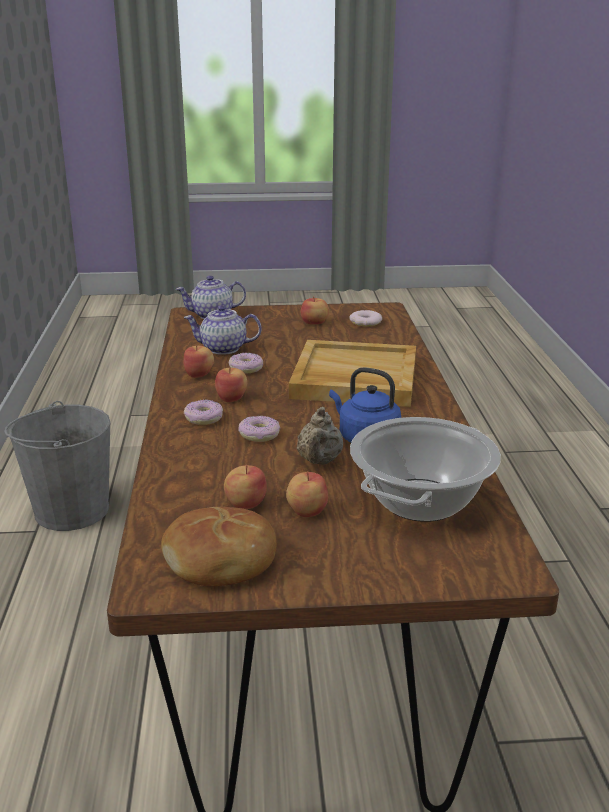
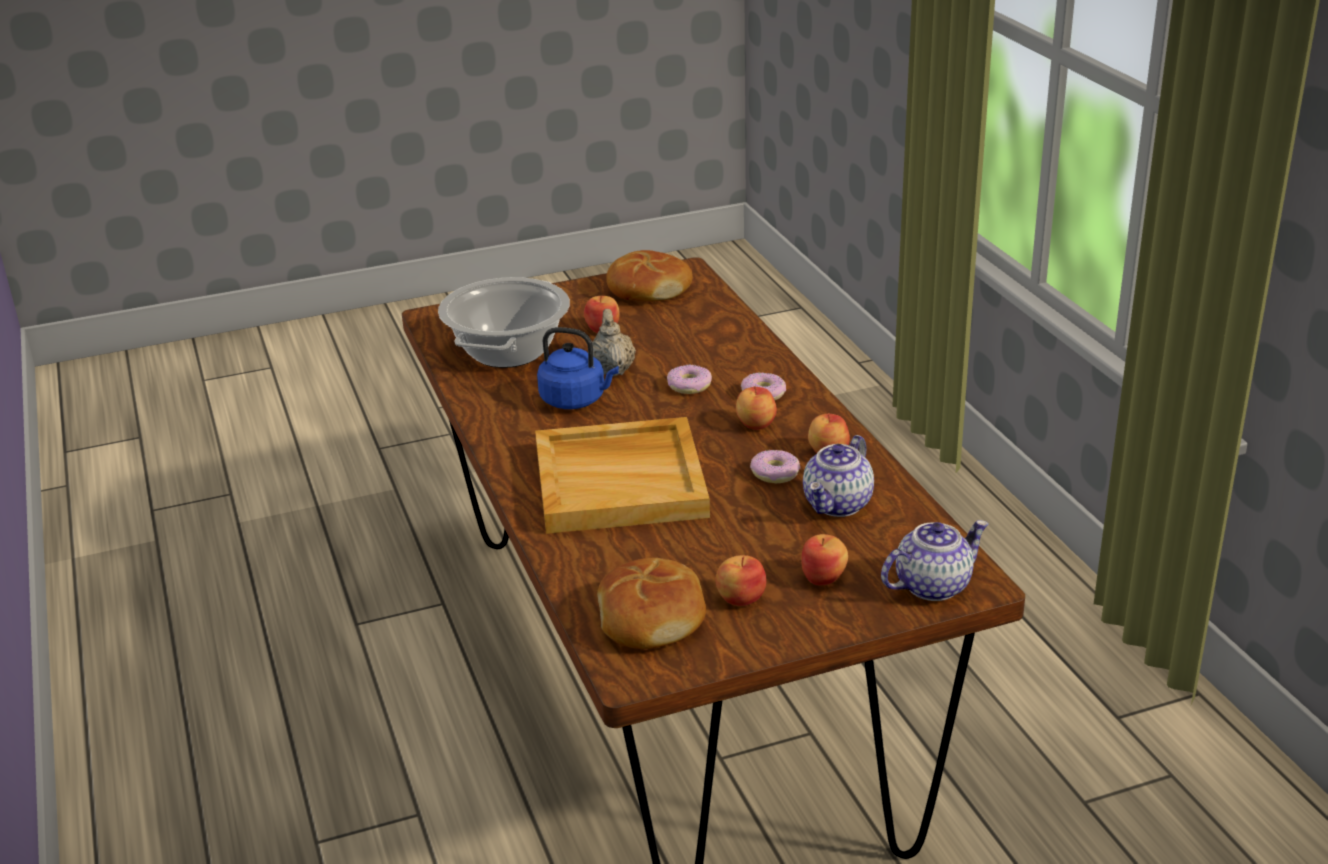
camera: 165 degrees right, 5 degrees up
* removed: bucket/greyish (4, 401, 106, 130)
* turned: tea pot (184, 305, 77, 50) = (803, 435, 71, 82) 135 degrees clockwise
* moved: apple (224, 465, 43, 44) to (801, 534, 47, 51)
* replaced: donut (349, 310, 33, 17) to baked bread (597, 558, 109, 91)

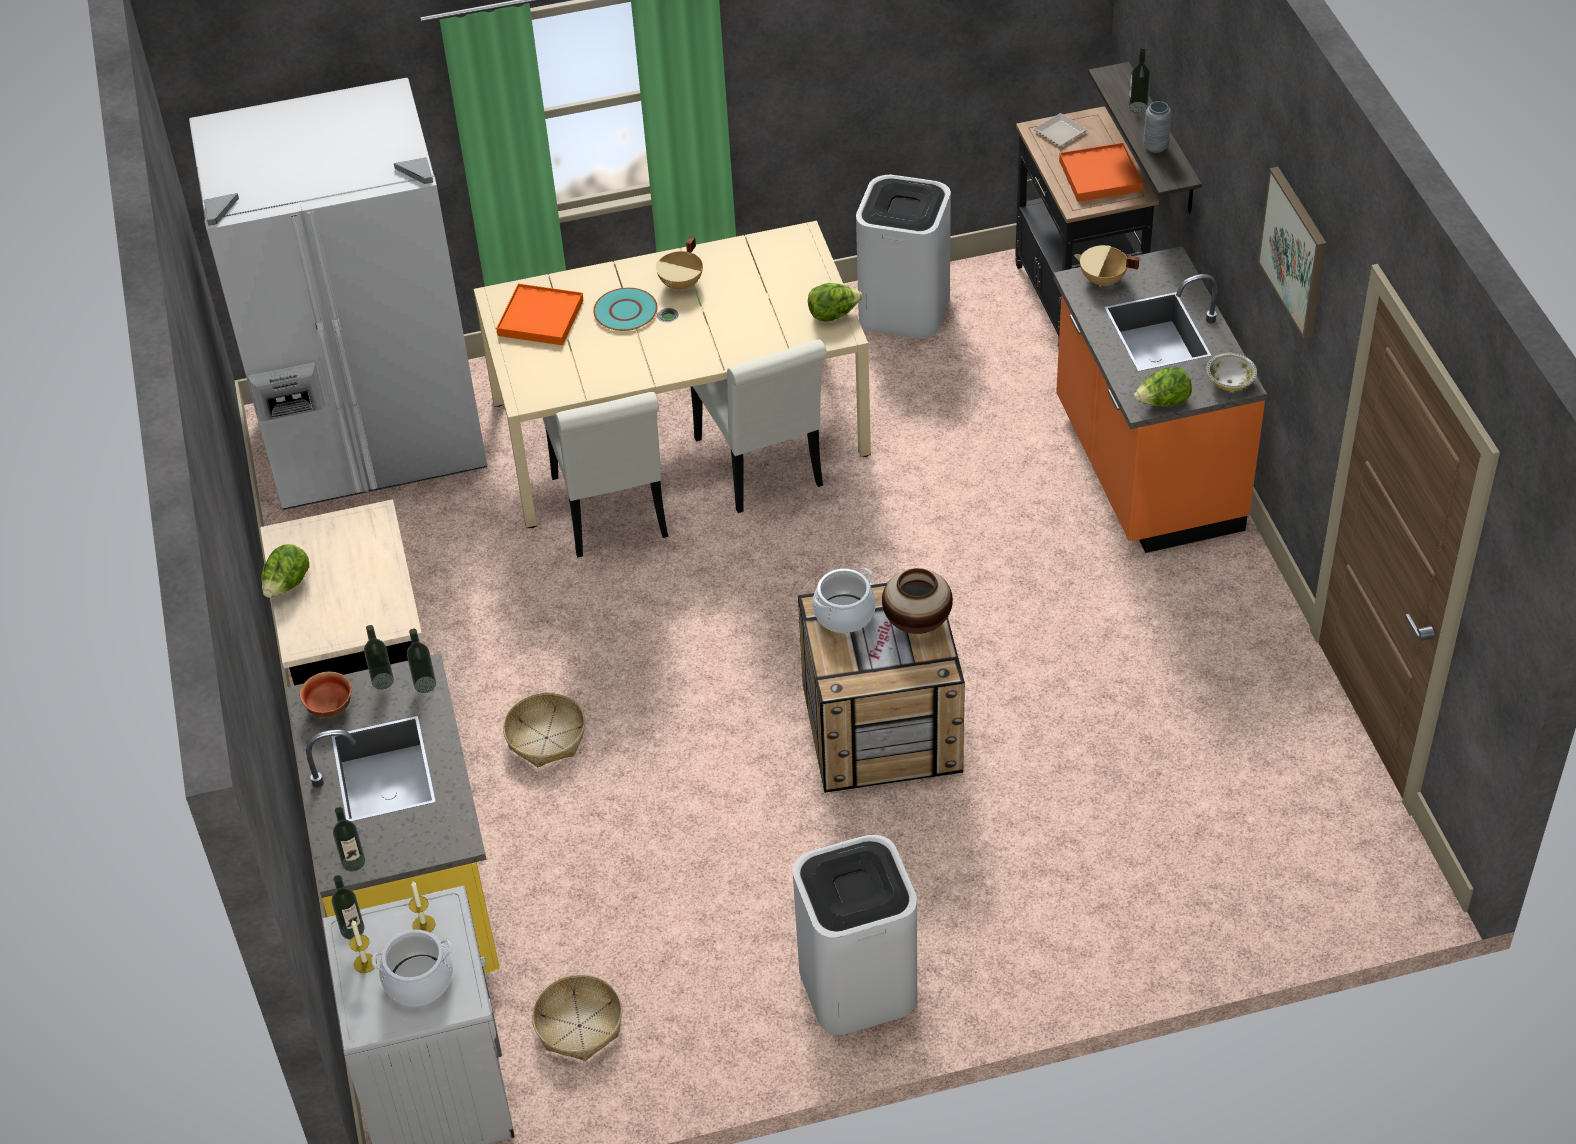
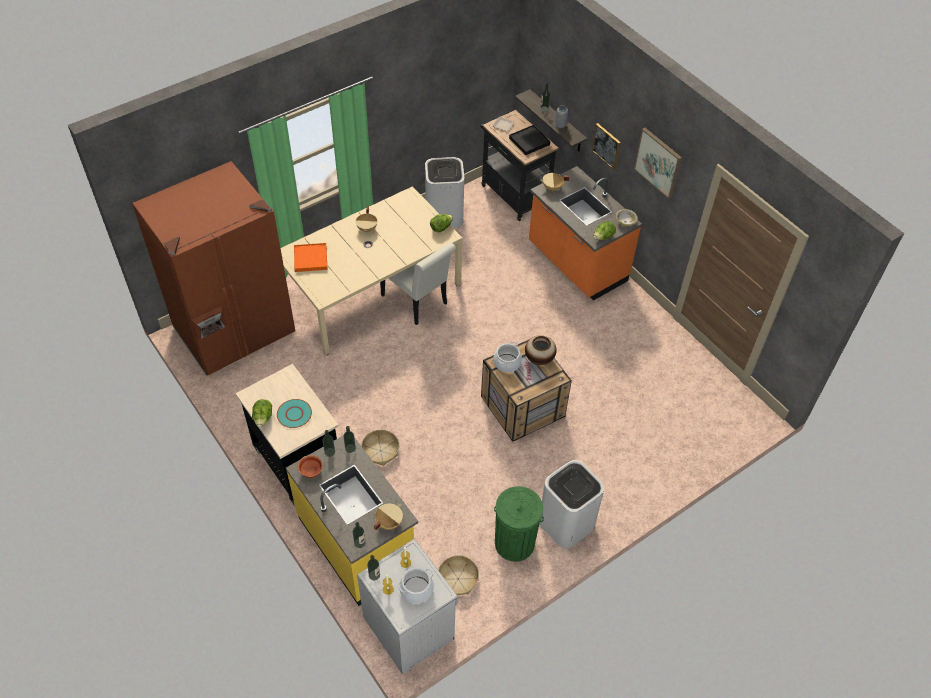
camera: 25 degrees left, 5 degrees up
* recoloured: refrigerator/white-coloured (189, 78, 298, 432) to refrigerator/brown-coloured (132, 161, 163, 215)
* removed: chair/white-coloured (543, 391, 125, 167)
* moved: flat dish/blue-green (593, 288, 65, 43) to (277, 399, 35, 29)
* recoloured: carrying tray/orange (1059, 142, 84, 60) to carrying tray/blackish (509, 125, 41, 30)
* added: cooking pot/beige (374, 504, 29, 26)
* added: waste bin/green-coloured (494, 486, 50, 76)
* added: wall art (592, 123, 29, 47)

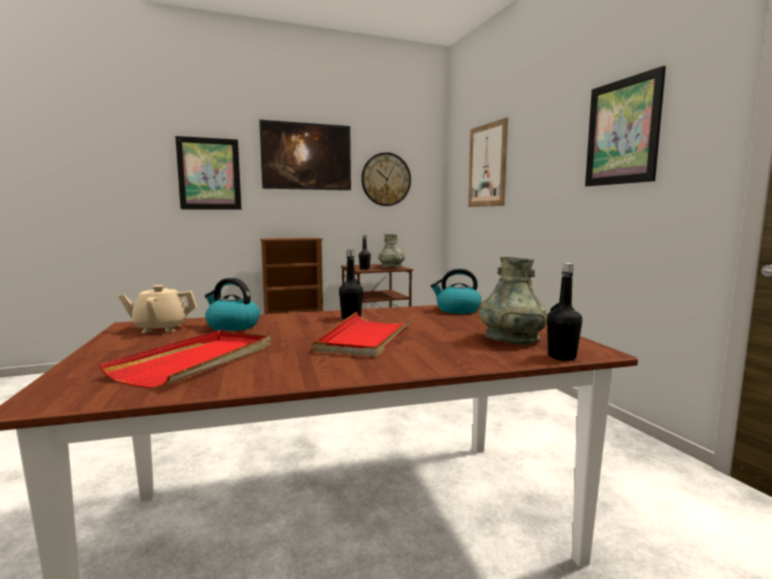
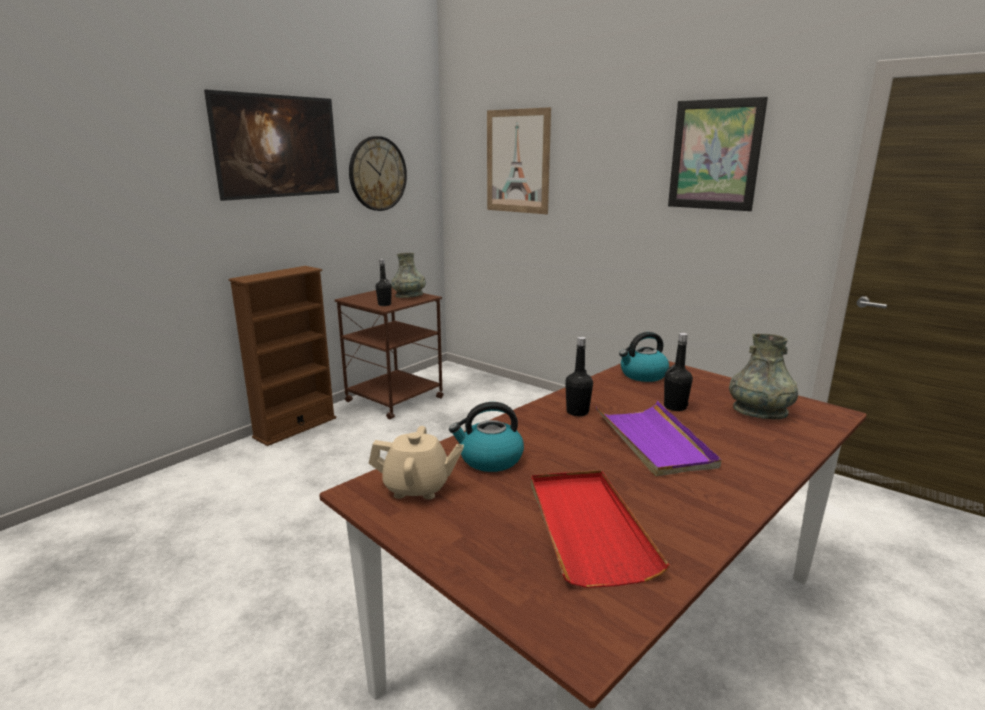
camera: 30 degrees left, 10 degrees up
* turned: tea pot/beige (118, 285, 79, 48) = (369, 426, 95, 74) 135 degrees counterclockwise
* removed: wall art (175, 136, 66, 74)
* recoloured: carrying tray/red (313, 312, 101, 45) to carrying tray/purple (596, 401, 125, 75)
* moved: beverage bottle/blackish (547, 263, 35, 98) to (664, 333, 29, 78)

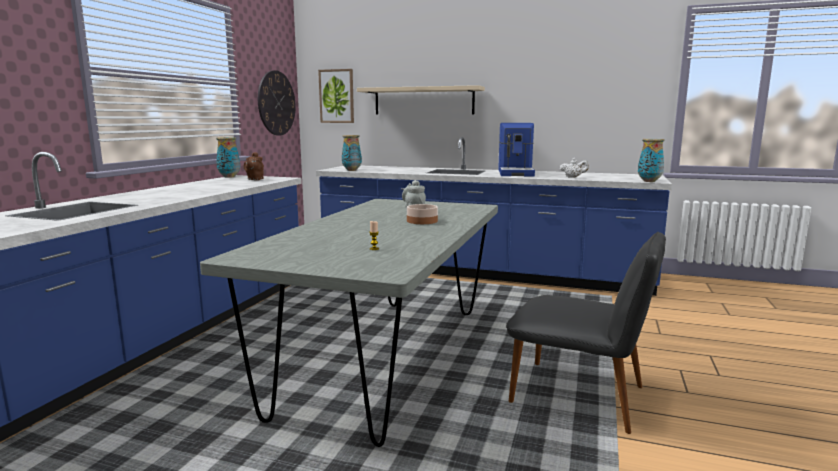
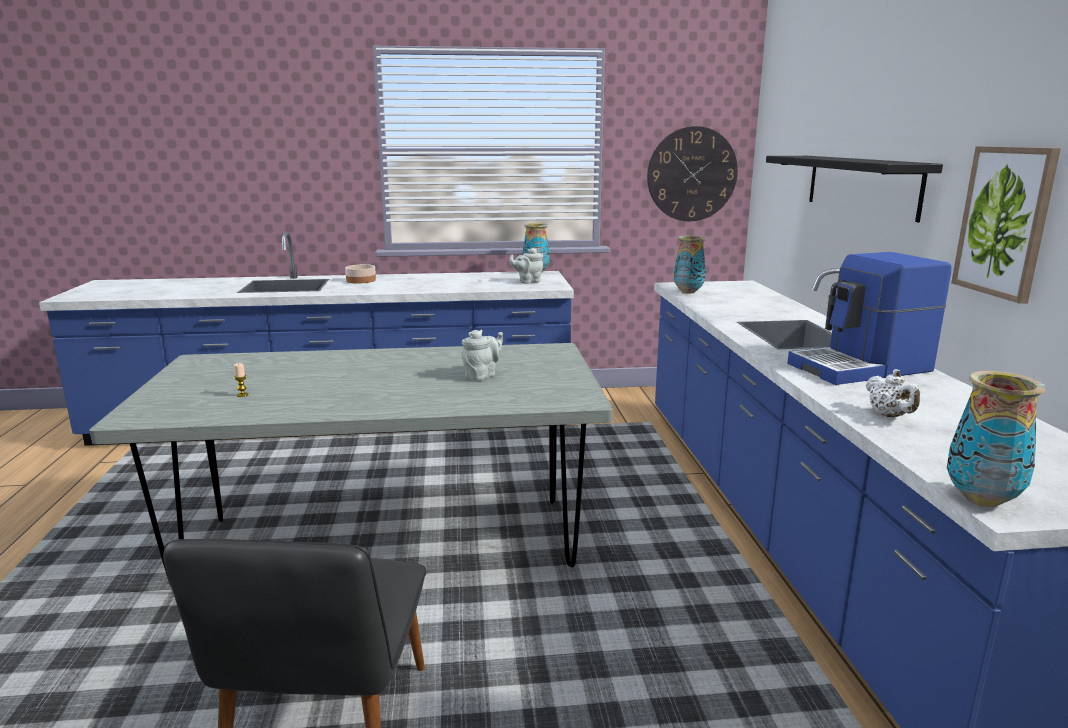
camera: 65 degrees right, 5 degrees up
* recoloured: tea pot/brown-coloured (244, 152, 20, 28) to tea pot/greyish (509, 248, 34, 36)
* moved: wall art (318, 69, 36, 54) to (951, 146, 110, 158)
* recoloured: bracket shelf/beige (357, 85, 128, 30) to bracket shelf/blackish (766, 156, 177, 66)
* moved: bowl (407, 204, 31, 20) to (345, 264, 31, 20)

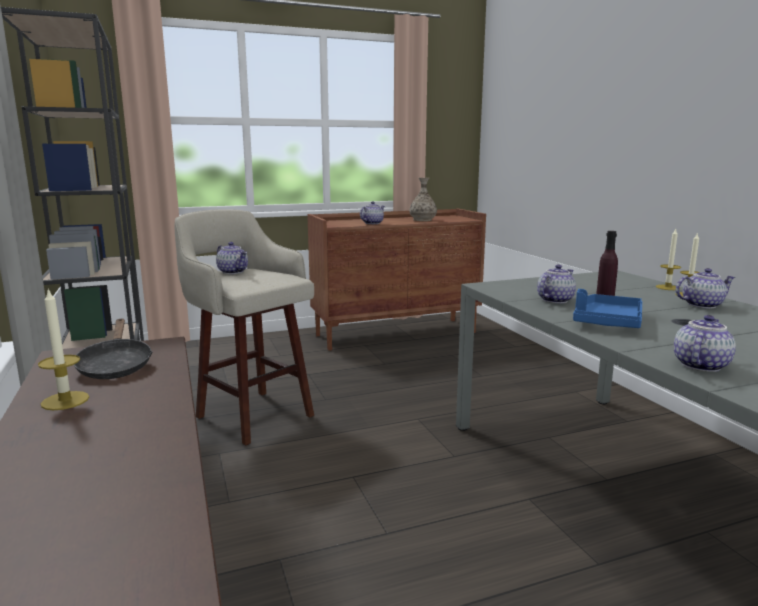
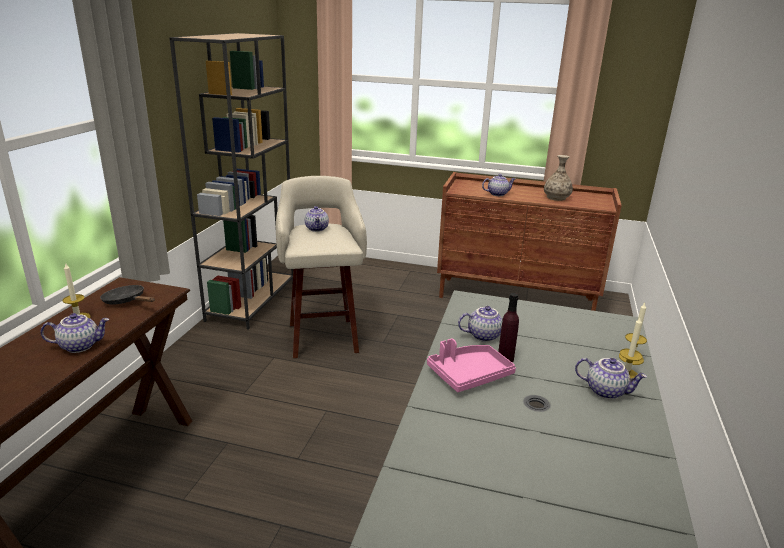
camera: 35 degrees right, 10 degrees up
* turned: frying pan/blackish (74, 319, 79, 60) = (100, 285, 54, 20) 105 degrees clockwise
* recoloured: carrying tray/bluish (573, 289, 69, 39) to carrying tray/pinkish (427, 338, 89, 54)
* moved: tea pot (674, 315, 62, 57) to (41, 313, 69, 40)

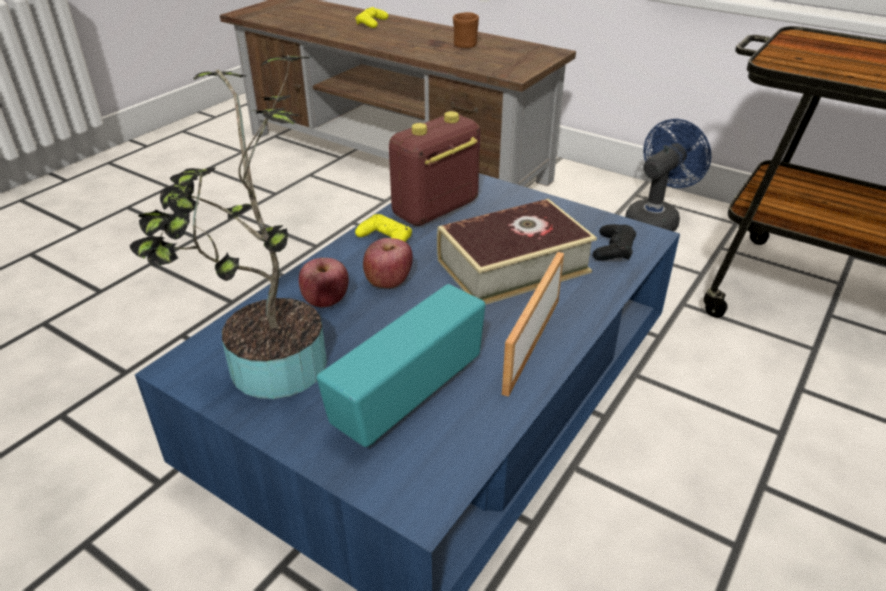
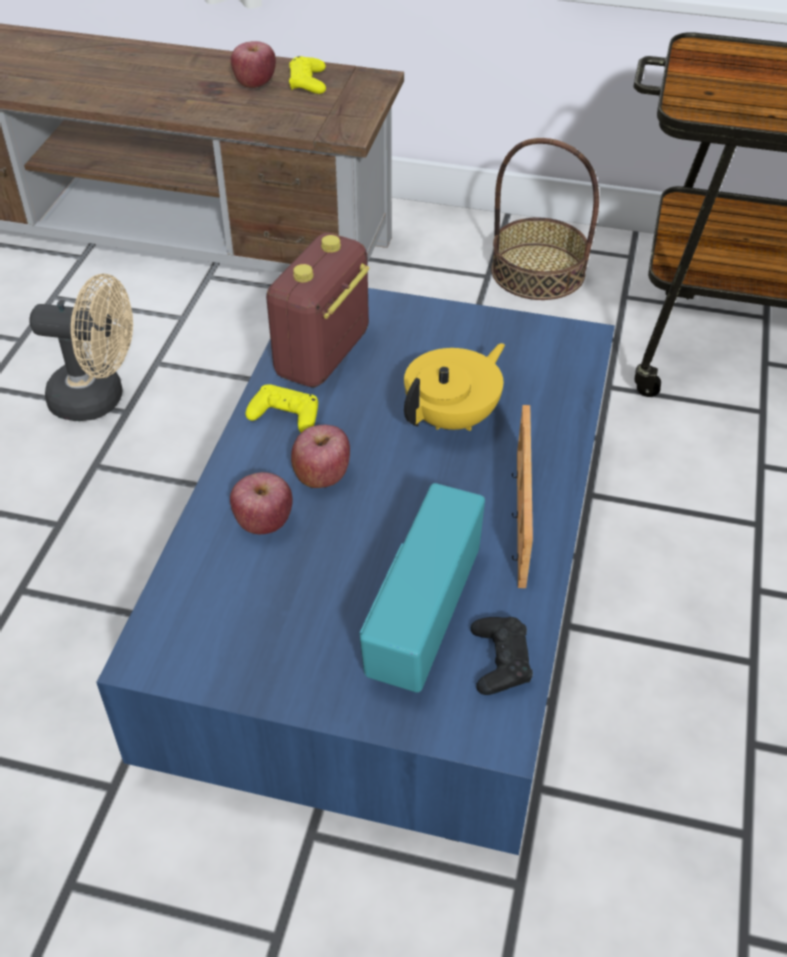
camera: 20 degrees left, 10 degrees up
* removed: potted plant (130, 55, 197, 344)
* moved: gamepad/yellow-coloured (356, 7, 32, 21) to (289, 56, 37, 38)
* replaced: volume (437, 199, 160, 106) to tea pot/yellow-coloured (404, 343, 101, 88)
* replaced: mug/brown-coloured (453, 12, 26, 36) to apple (231, 41, 45, 47)
* moved: gamepad/blackish (593, 224, 43, 37) to (471, 617, 62, 78)
* replaced: cooling fan/bluish (625, 119, 86, 113) to storage basket (491, 138, 108, 162)
* added: cooling fan/beige (30, 274, 103, 147)

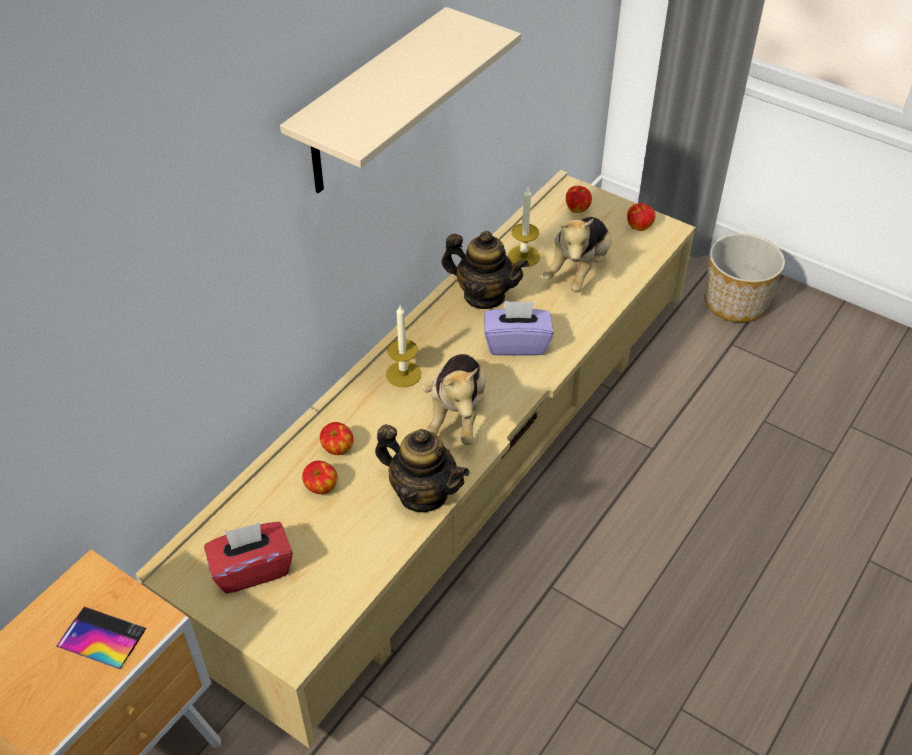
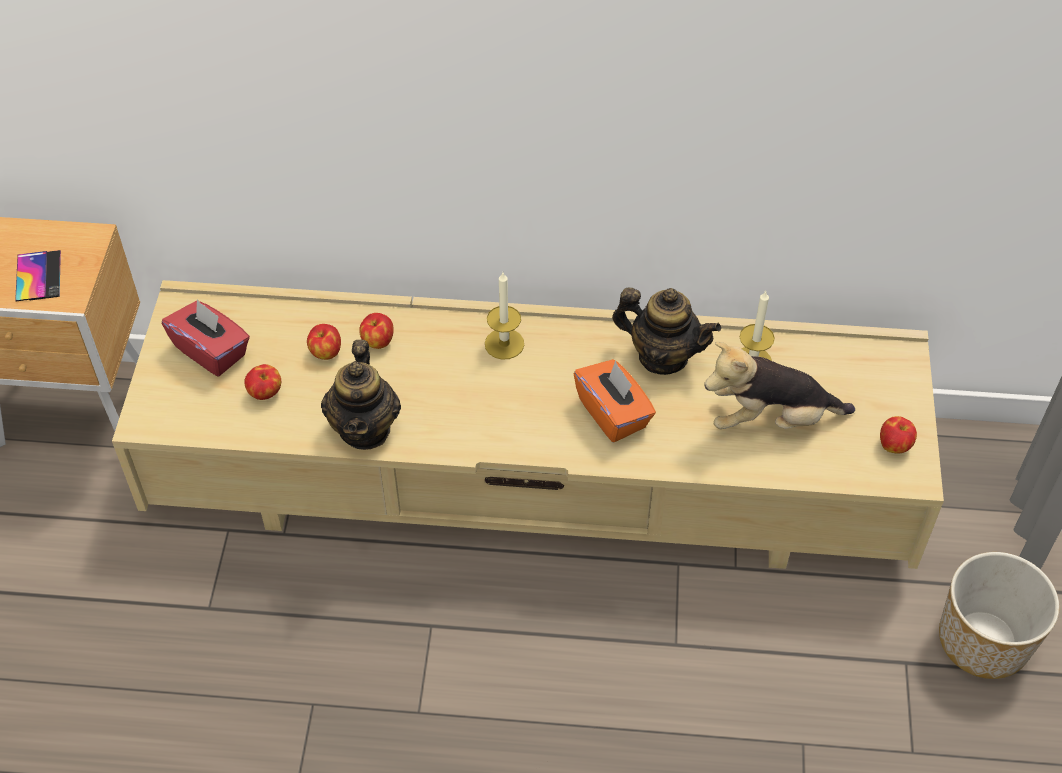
camera: 60 degrees right, 5 degrees up
* removed: bracket shelf/beige (280, 7, 241, 186)
* removed: cuddly toy (422, 354, 64, 91)
* turned: tea pot (441, 231, 88, 78) = (612, 287, 109, 88) 60 degrees counterclockwise
* recoloured: tissue box/purple (484, 301, 70, 55) to tissue box/orange (574, 359, 82, 83)
* moved: apple (566, 186, 26, 27) to (244, 364, 37, 36)

